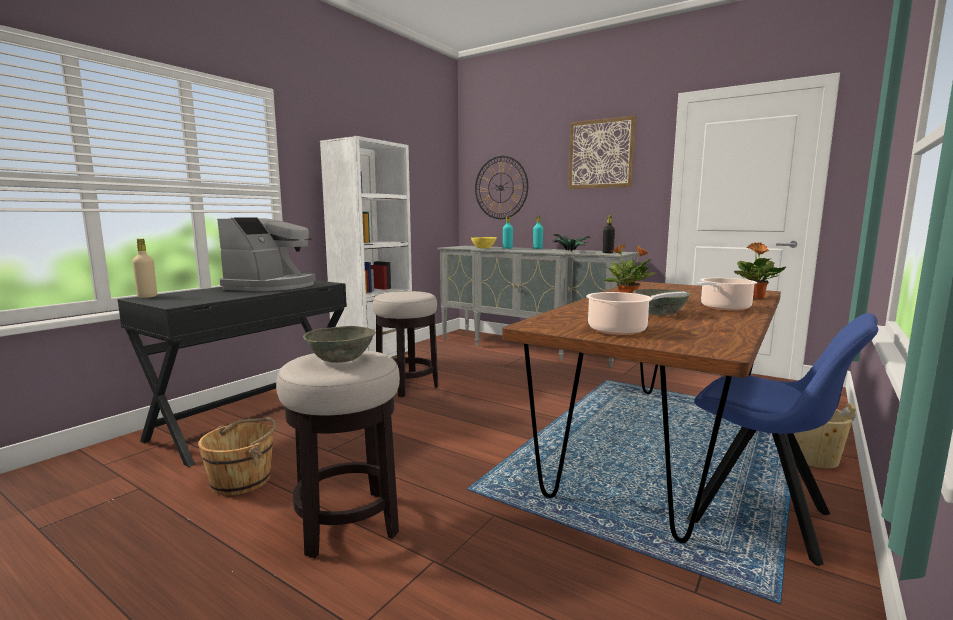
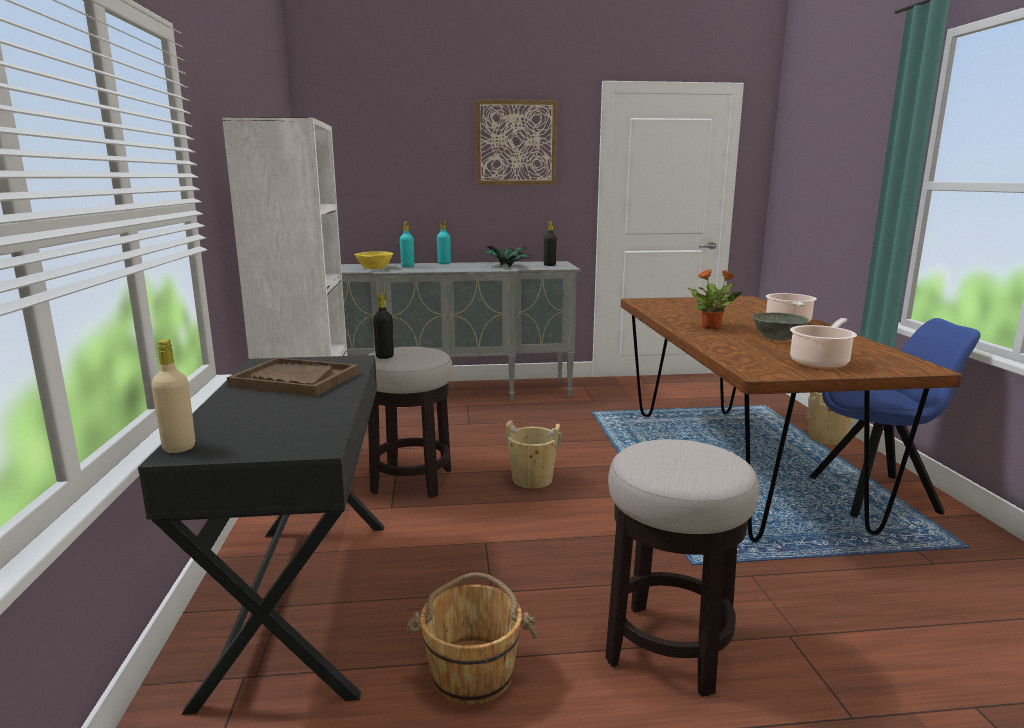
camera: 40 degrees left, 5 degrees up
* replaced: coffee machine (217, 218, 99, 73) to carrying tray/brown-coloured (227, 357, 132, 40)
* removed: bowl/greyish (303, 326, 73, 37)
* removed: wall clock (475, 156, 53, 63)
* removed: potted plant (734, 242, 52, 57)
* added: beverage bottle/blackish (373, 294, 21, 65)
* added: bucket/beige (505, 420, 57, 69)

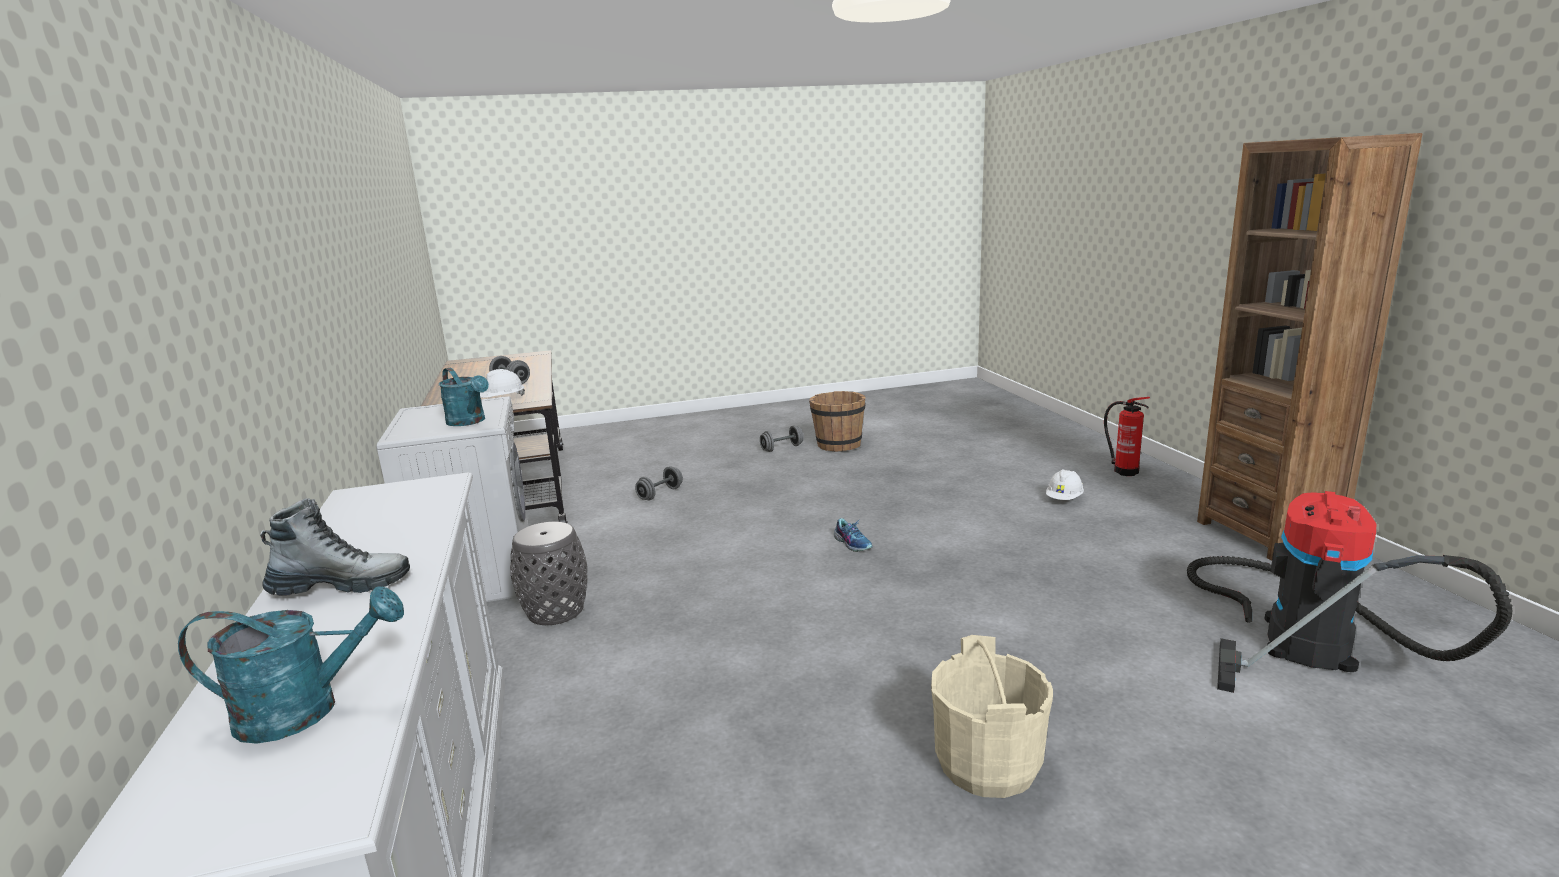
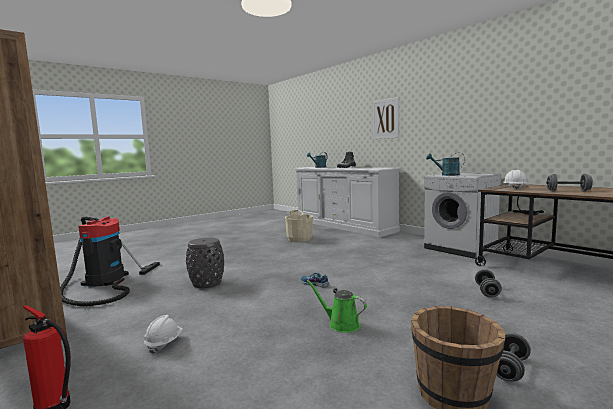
camera: 155 degrees right, 10 degrees down
* moved: stool seat/greyish (510, 522, 77, 103) to (186, 238, 38, 50)
* moved: bucket/beige (931, 635, 122, 163) to (285, 210, 28, 32)
* added: sprinkling can/green-coloured (307, 280, 60, 53)
* added: wall art (373, 97, 26, 42)

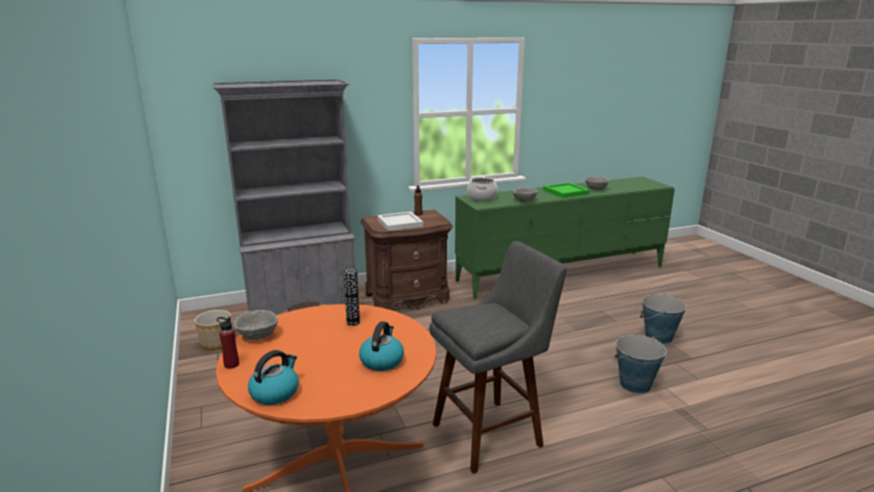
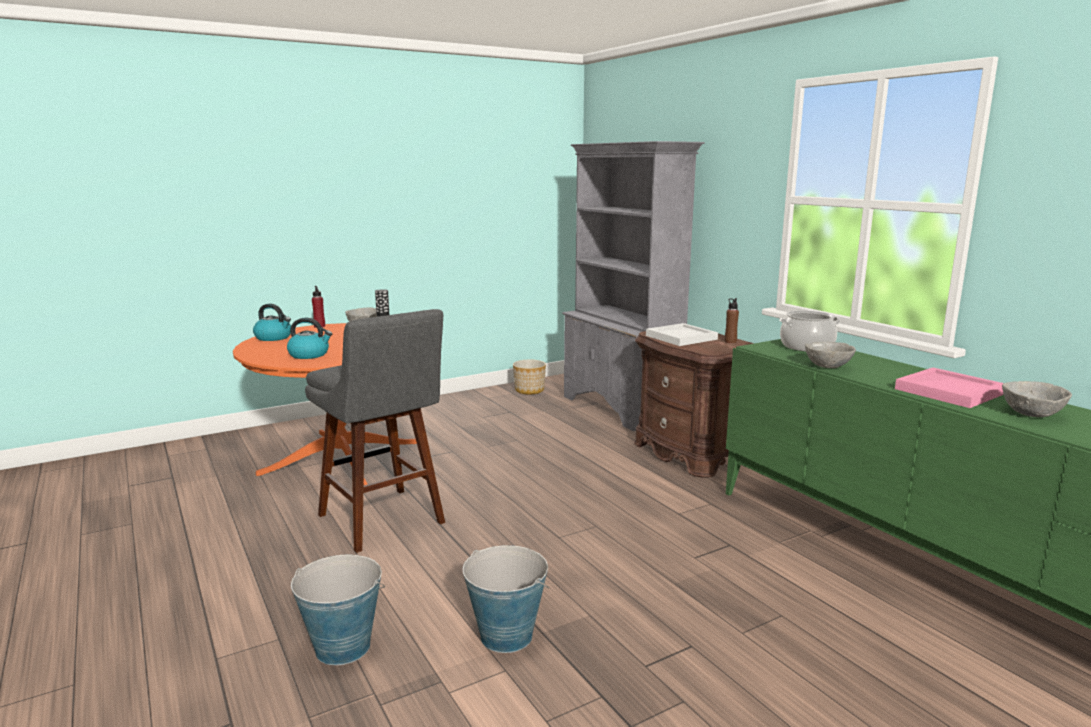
camera: 80 degrees right, 5 degrees down
* recoloured: carrying tray/green-coloured (543, 182, 47, 16) to carrying tray/pinkish (895, 368, 109, 40)
* moved: bucket (640, 294, 46, 50) to (291, 555, 94, 110)

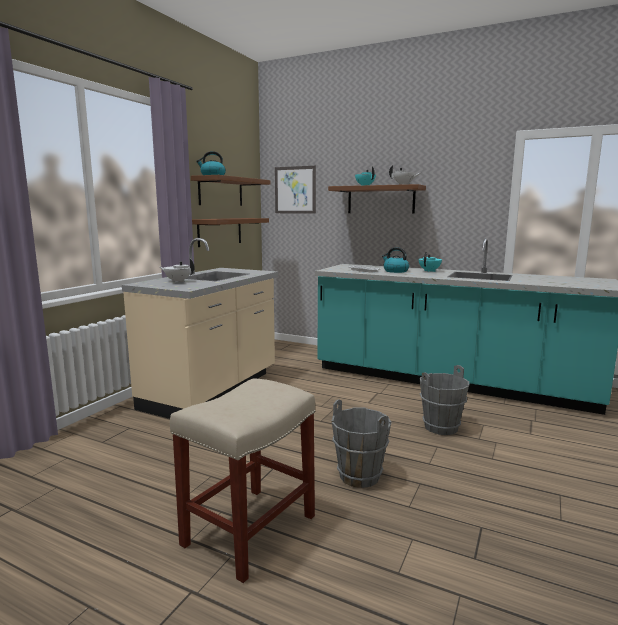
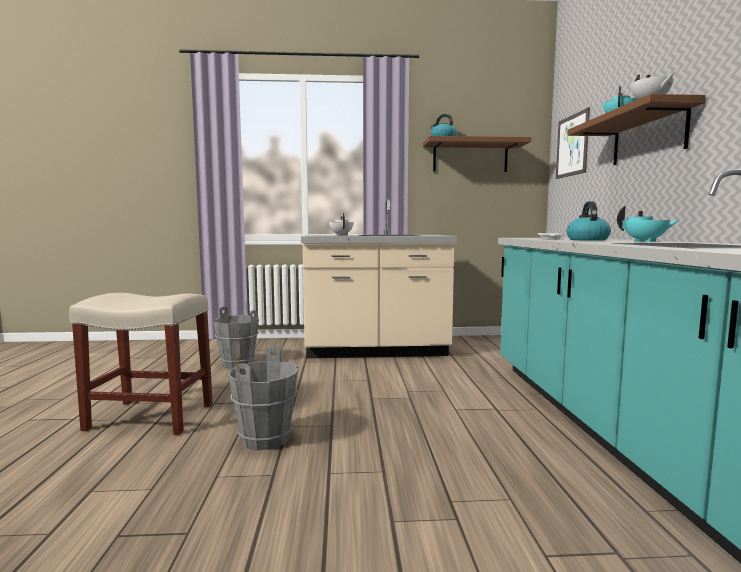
camera: 60 degrees right, 5 degrees down
* removed: bracket shelf/brown-coloured (192, 218, 77, 29)
* moved: bucket/greyish (420, 365, 49, 70) to (213, 306, 46, 63)

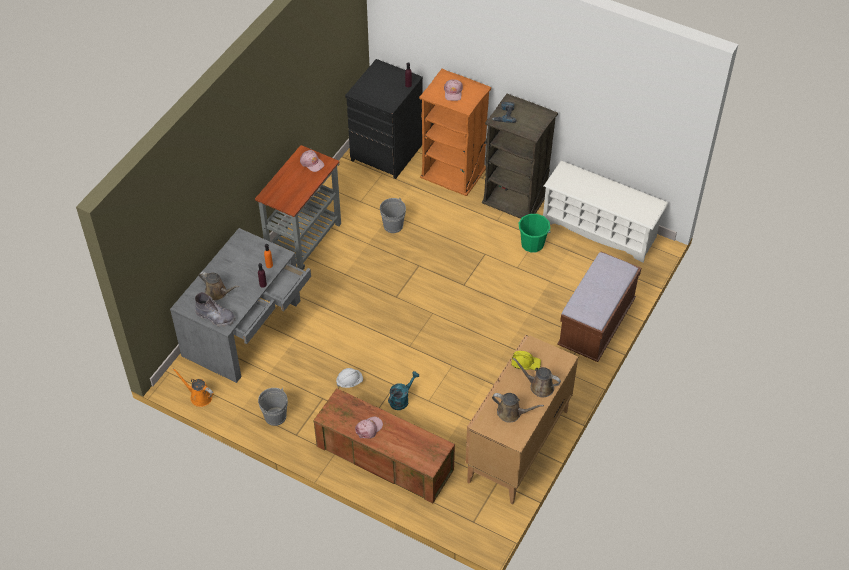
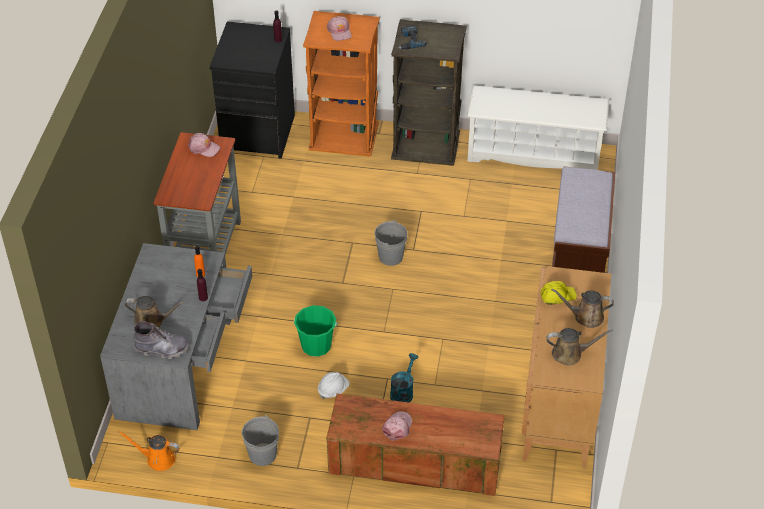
camera: 20 degrees left, 5 degrees down
* moved: bucket/greyish (380, 198, 26, 35) to (375, 220, 32, 46)
* moved: bucket/green-coloured (518, 214, 33, 39) to (294, 305, 43, 52)

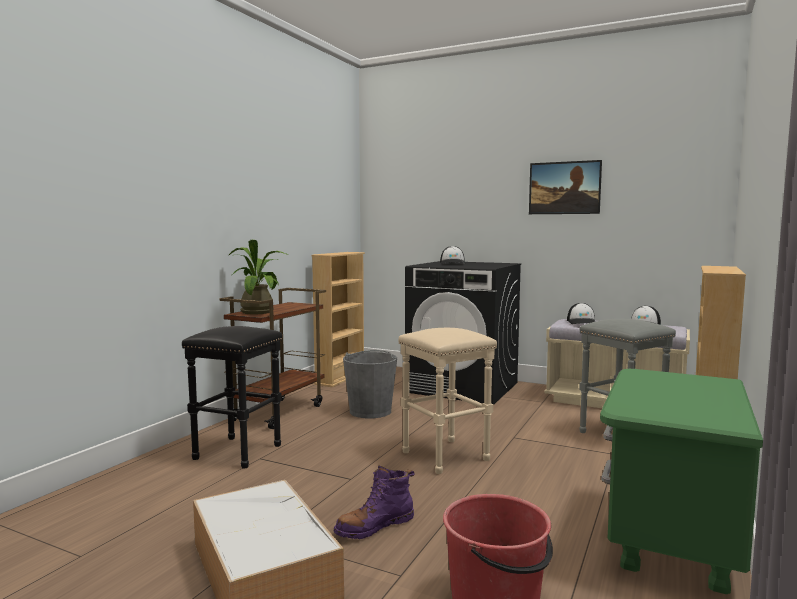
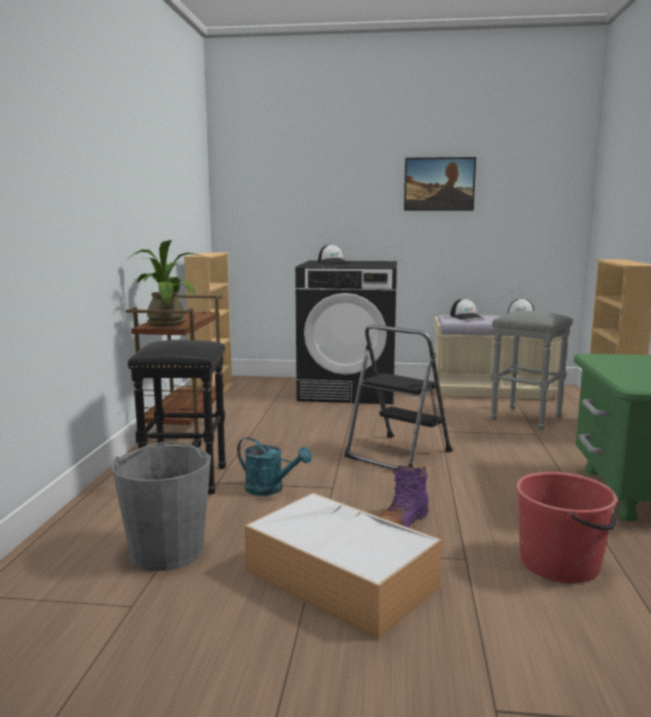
camera: 20 degrees left, 5 degrees up
* moved: bucket/greyish (343, 350, 54, 68) to (112, 442, 99, 129)
* replaced: stool seat/beige (398, 328, 99, 146) to step ladder/blackish (344, 325, 109, 145)
* added: sprinkling can/blue-green (237, 437, 75, 59)

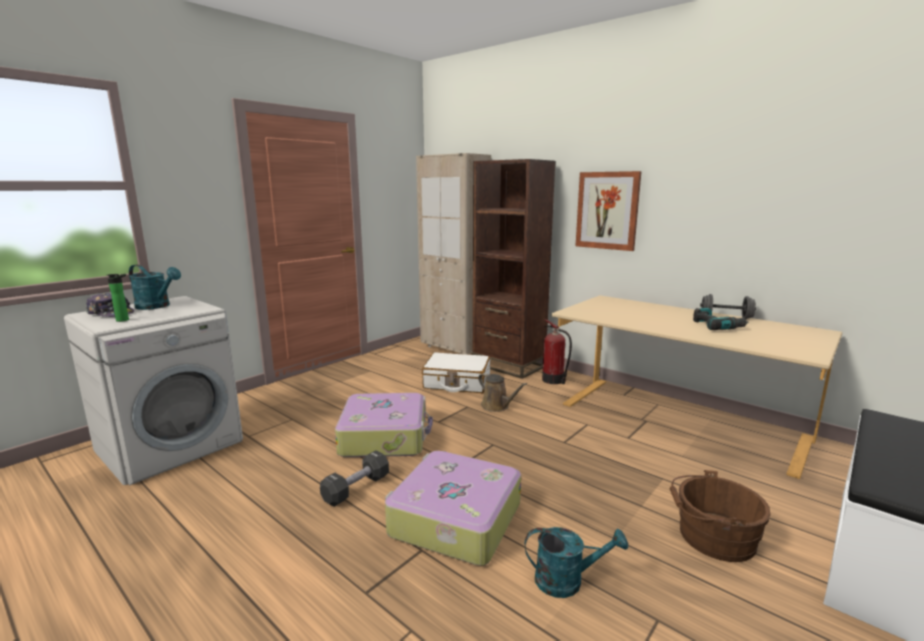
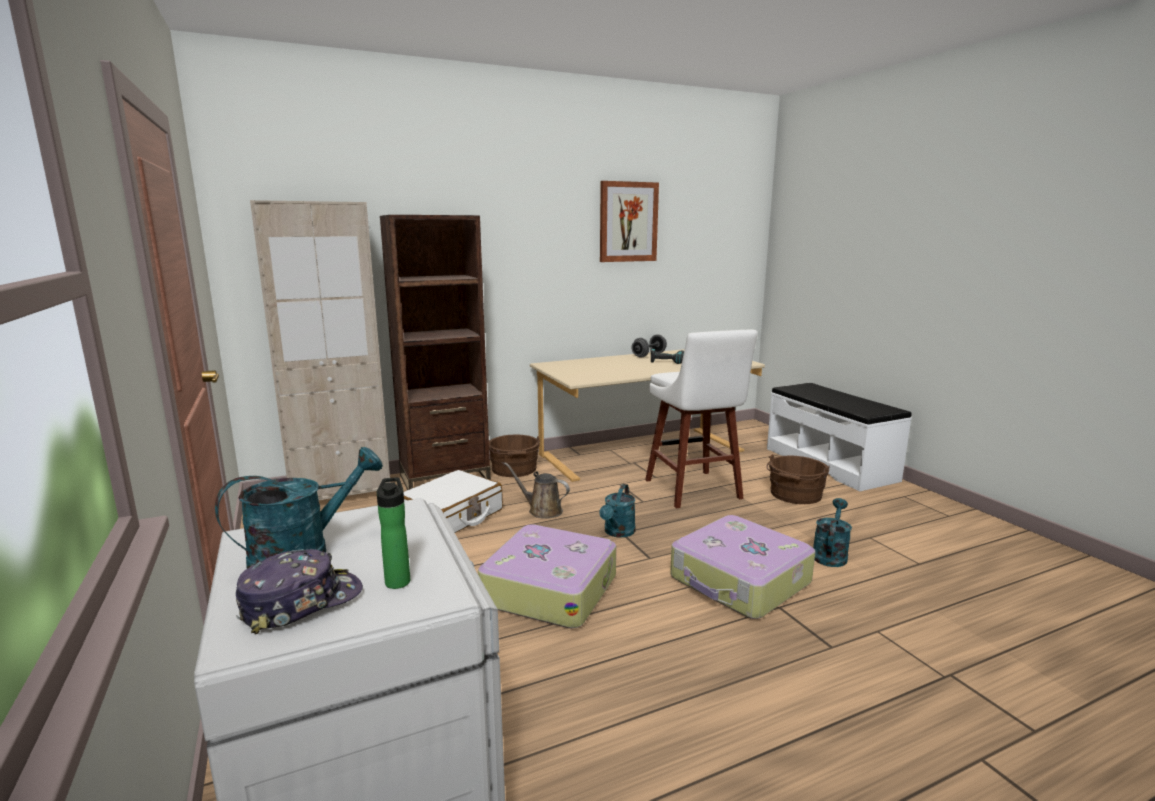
camera: 65 degrees left, 0 degrees up
* removed: hand weight/blackish (320, 450, 69, 57)
* turned: sprinkling can/brown-coloured (478, 373, 49, 39) = (504, 462, 66, 57) 135 degrees counterclockwise
* replaced: fire-fighting cylinder (542, 319, 30, 65) to bucket/brown-coloured (489, 434, 51, 43)
* moved: wall art (576, 171, 66, 80) to (600, 181, 59, 81)
* added: sprinkling can/blue-green (599, 484, 36, 53)
* added: stool seat/white-coloured (645, 330, 112, 178)

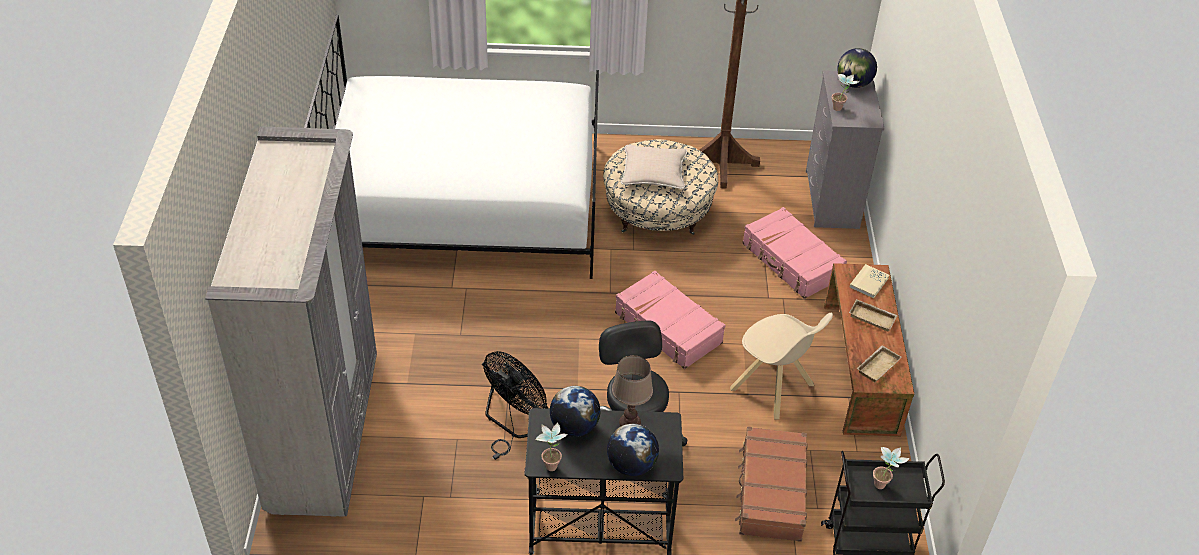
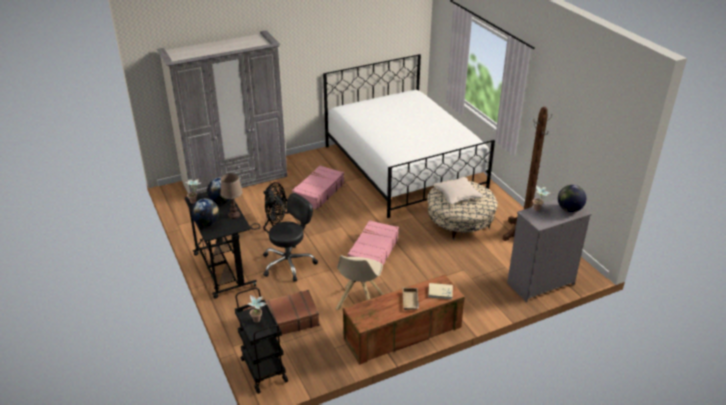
camera: 65 degrees right, 10 degrees down
* moved: suitcase/pinkish (742, 207, 105, 92) to (292, 165, 52, 45)
* removed: carrying tray/beige (856, 345, 45, 37)

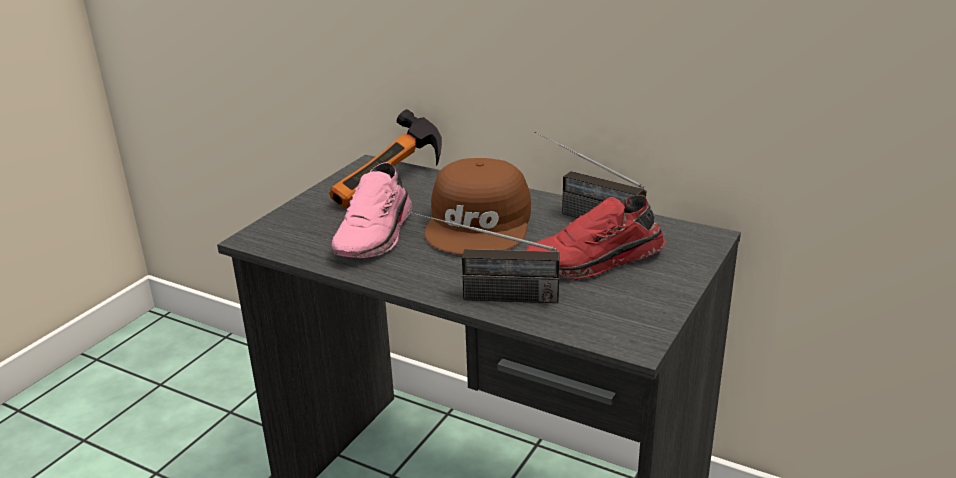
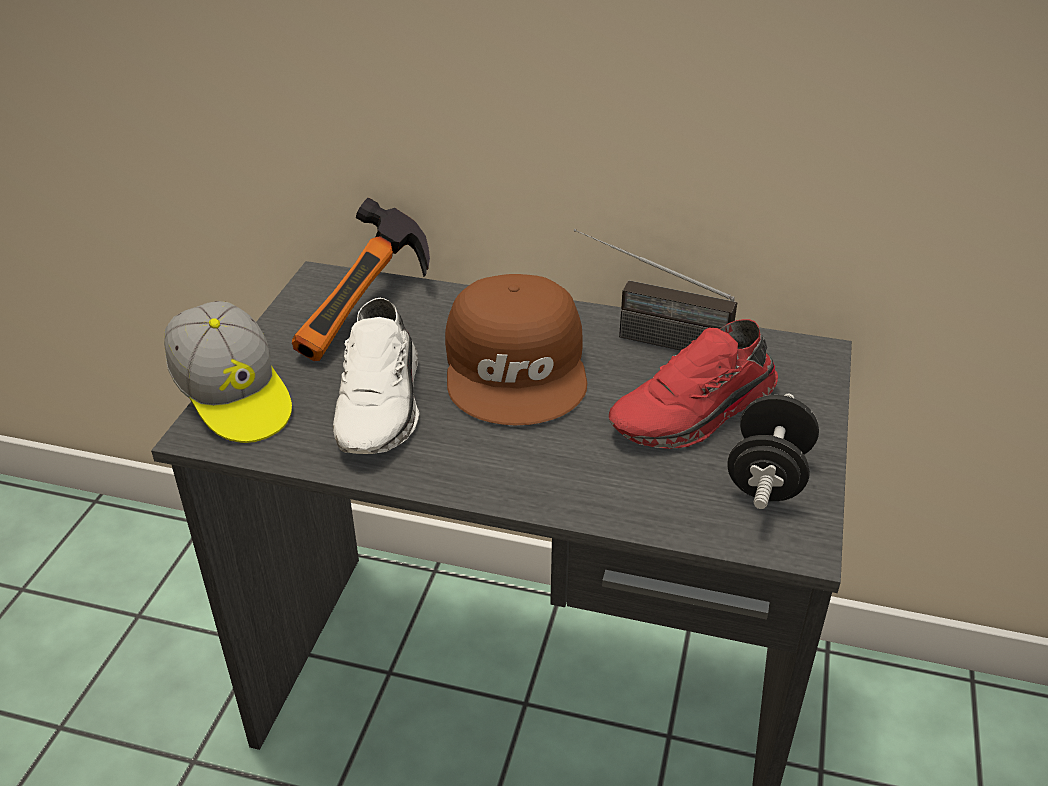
camera: 15 degrees left, 10 degrees up
* recoloured: low shoe/pinkish (331, 162, 81, 96) to low shoe/white-coloured (333, 298, 86, 156)
* removed: radio set (411, 212, 149, 91)
* added: baseball cap (164, 301, 128, 142)
* added: hand weight/blackish (728, 394, 91, 115)

